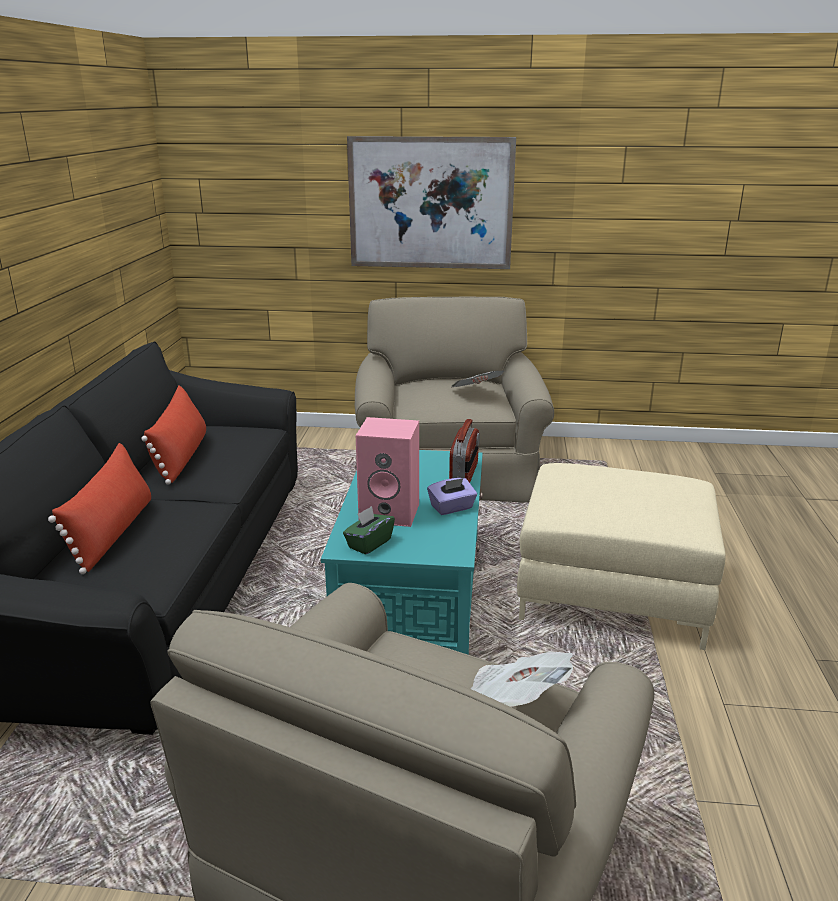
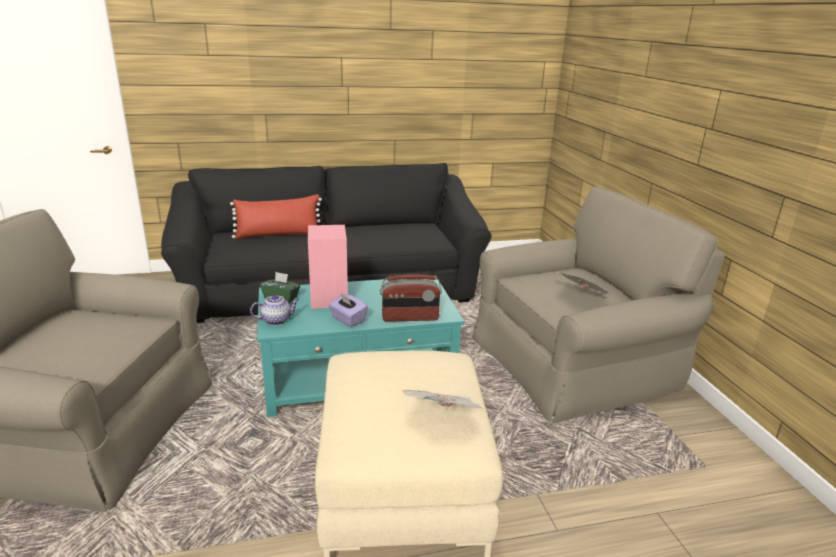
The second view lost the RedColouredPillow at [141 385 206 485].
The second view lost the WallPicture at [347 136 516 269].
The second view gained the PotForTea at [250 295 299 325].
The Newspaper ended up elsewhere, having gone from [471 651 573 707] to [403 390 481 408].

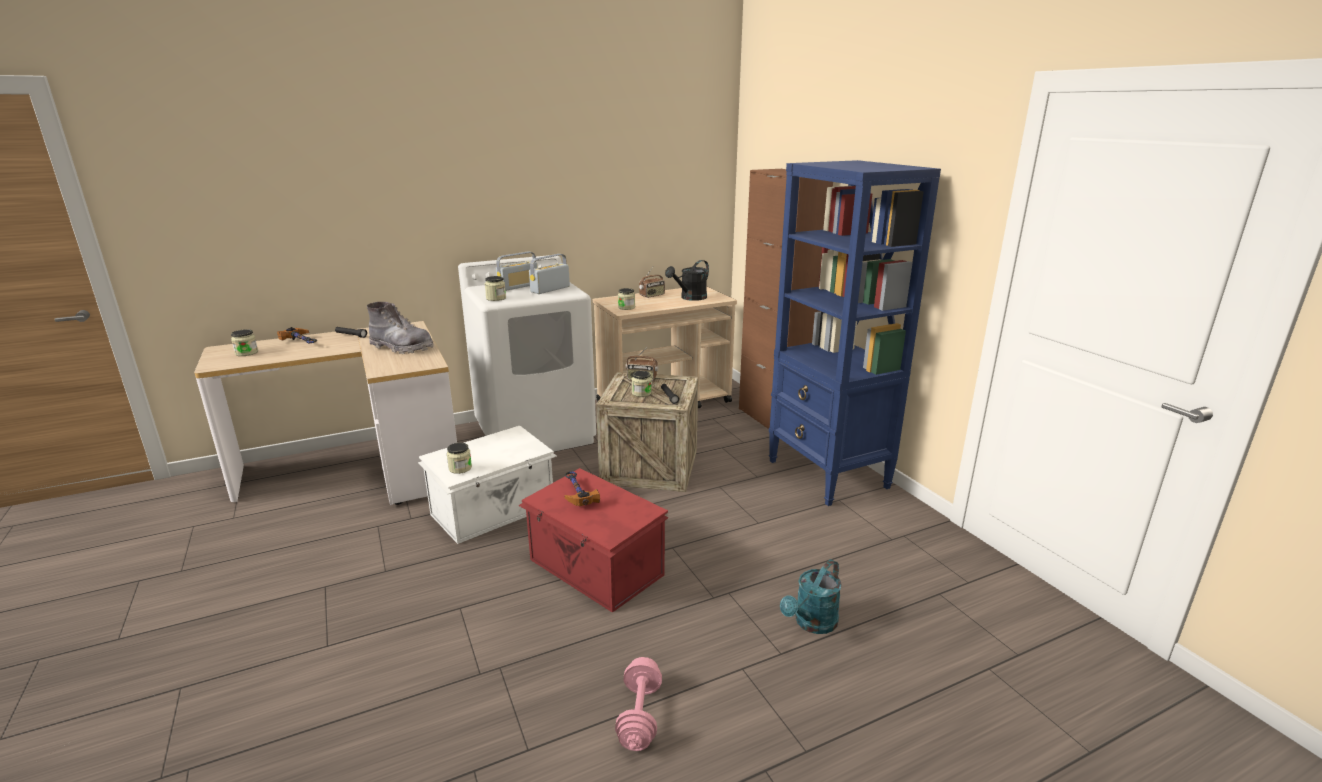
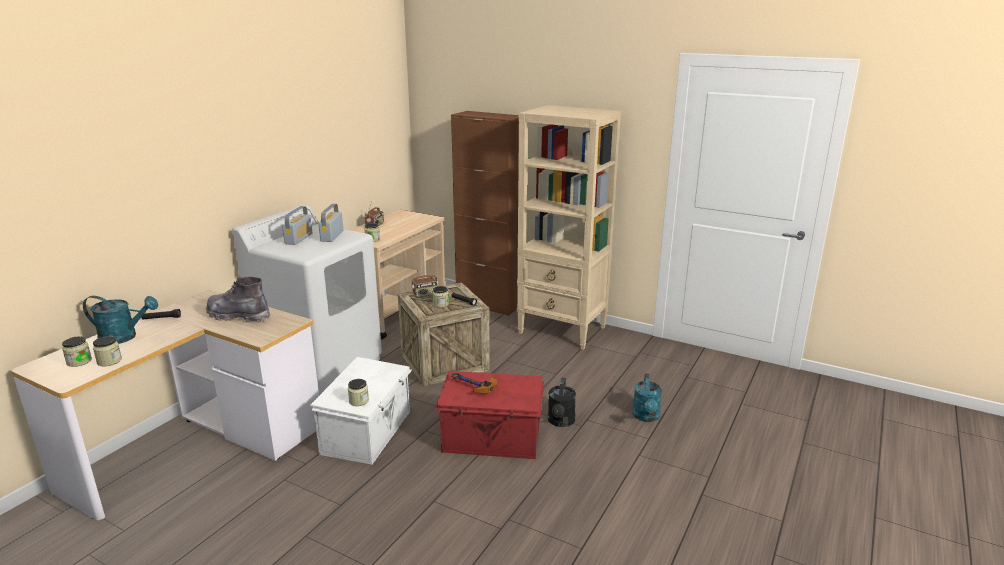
The second view lost the PinkHandWeight at [615 657 662 751].
The Jar ended up elsewhere, having gone from [485 276 506 301] to [93 336 122 367].
The BlackWateringPot ended up elsewhere, having gone from [665 260 709 301] to [548 378 576 427].
Where the HandHammer stood at [277 327 317 343], the TurquoiseWateringPot came to stand at [83 296 158 344].
What was the BlueBookcase at [769 160 941 506] turned into the BeigeColouredBookcase at [517 105 621 350].
The GrayHighTopBoot at [367 302 434 354] ended up facing another way, 150 degrees counterclockwise from before.

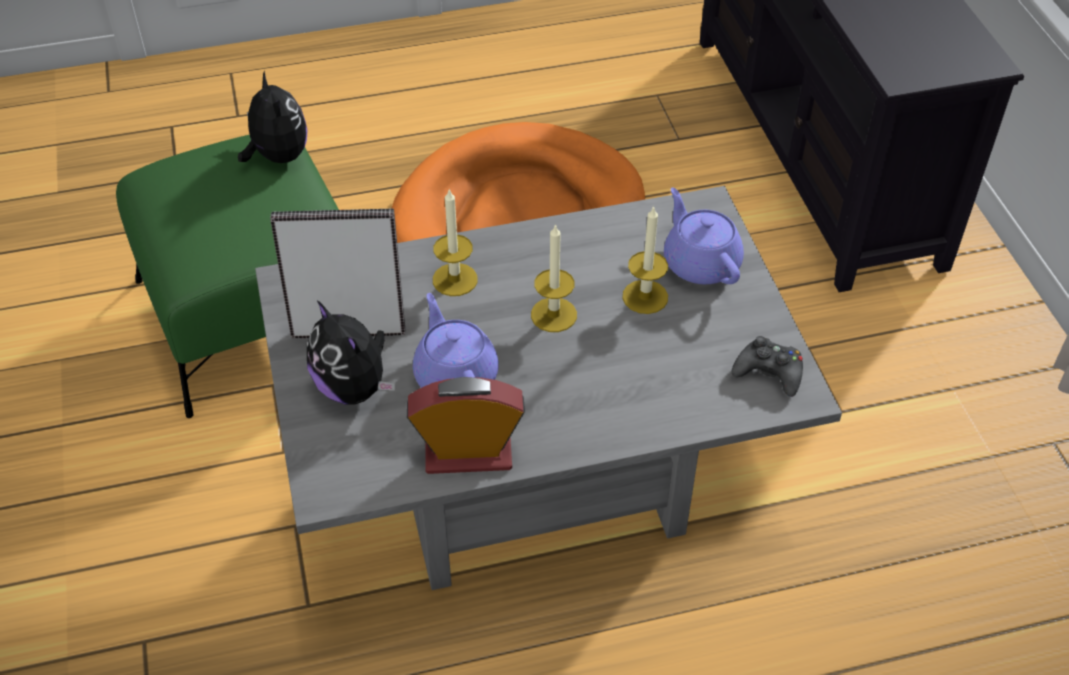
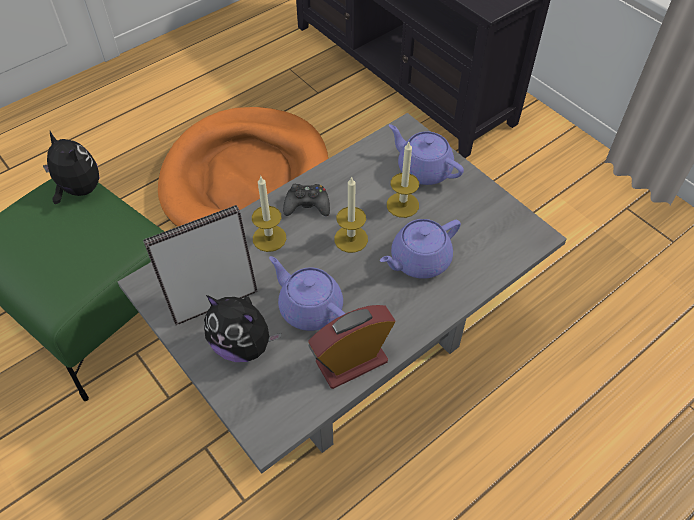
The second view gained the PurpleColouredPotForTea at [380 219 461 279].
The BlackGameController ended up elsewhere, having gone from [732 336 803 397] to [283 184 330 216].

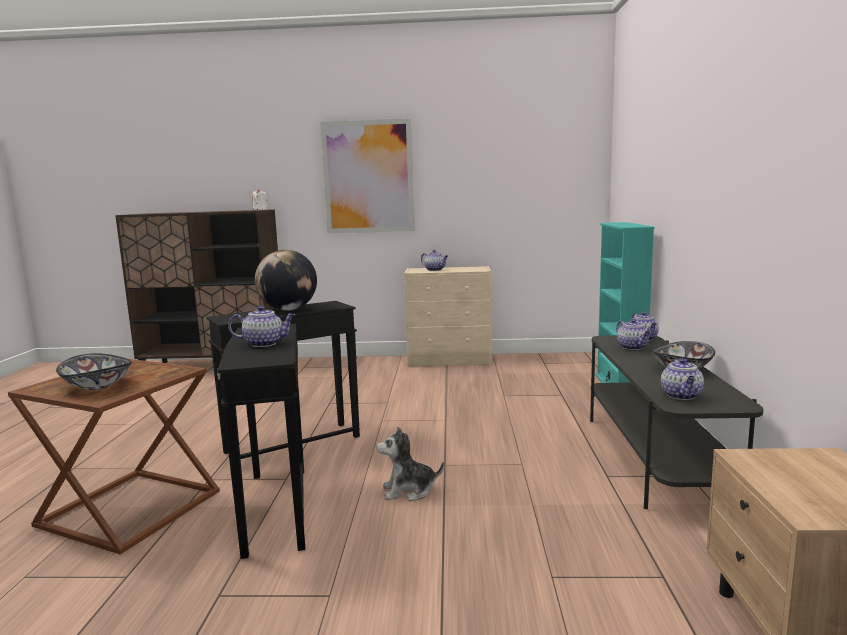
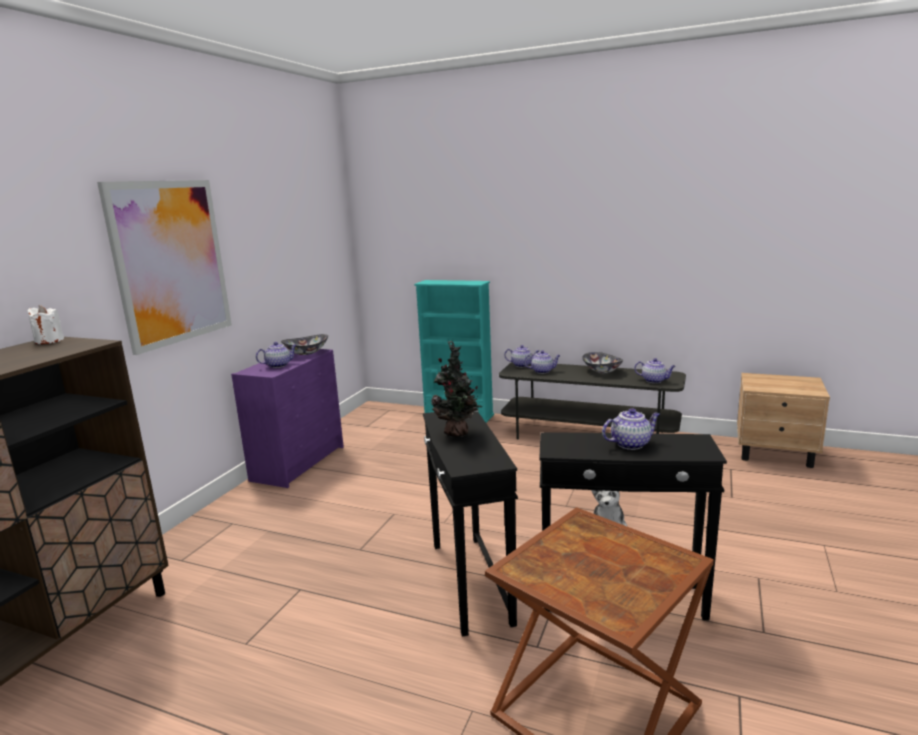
The ServingBowl ended up elsewhere, having gone from [56 353 132 390] to [281 334 328 355].
Where the DeskGlobe stood at [255 250 317 311], the Houseplant came to stand at [431 341 482 438].
What was the BeigeColouredDrawerChest at [404 266 492 367] turned into the PurpleColouredDrawerChest at [231 349 344 488].
The PotForTea at [228 306 295 347] ended up facing another way, 60 degrees clockwise from before.

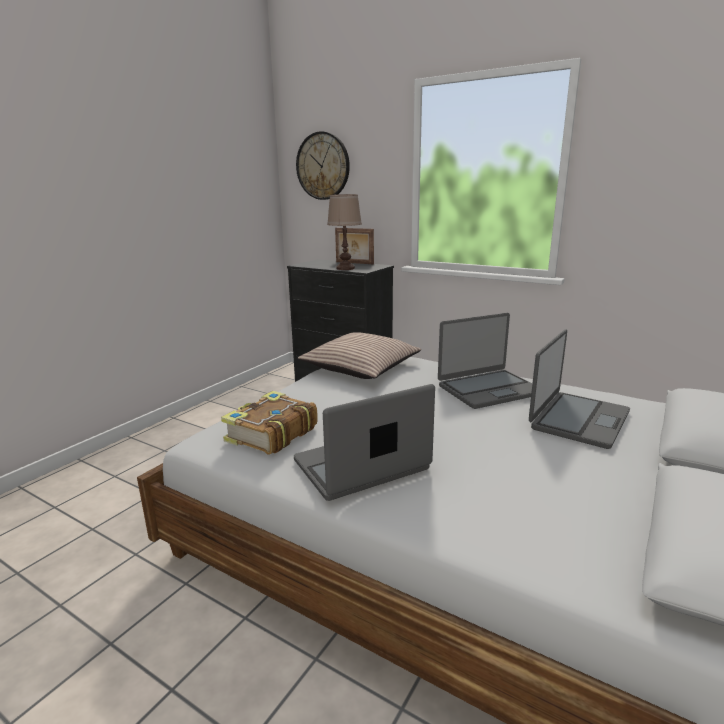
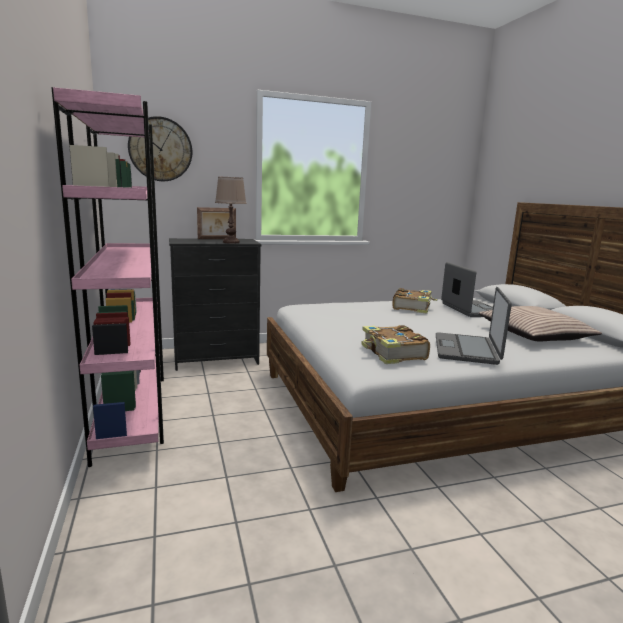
The second view gained the PinkBookcase at [52 87 164 467].
The Pillow ended up elsewhere, having gone from [298 332 421 379] to [478 306 602 341].
Where the NotebookComputer stood at [438 313 533 409], the BoundBook came to stand at [392 288 437 313].

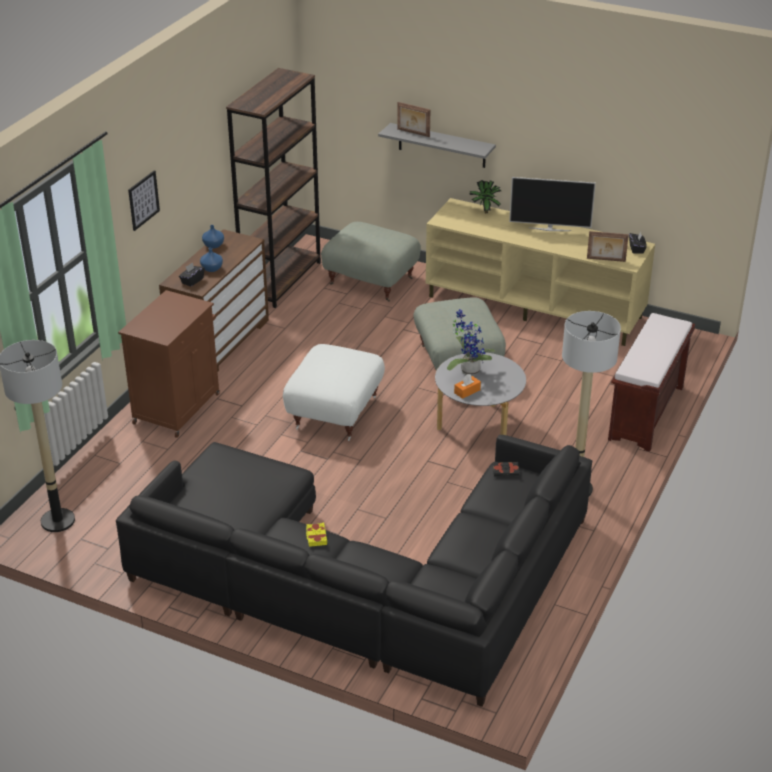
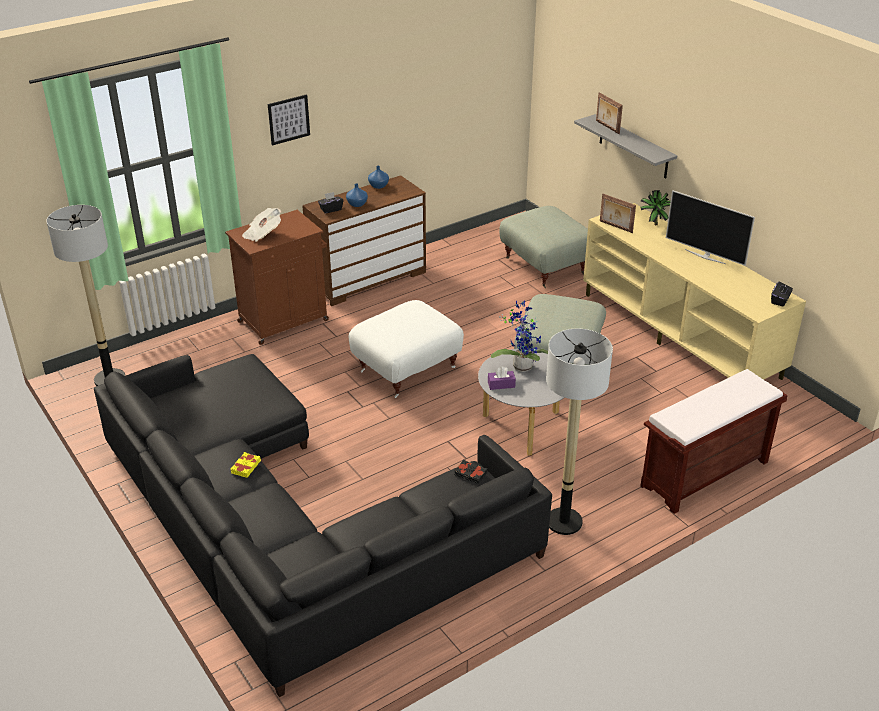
The second view lost the BrownBookcase at [226 68 321 308].
The second view gained the Newspaper at [242 208 281 242].
The PictureFrame ended up elsewhere, having gone from [587 231 629 262] to [600 194 636 233].
What was the OrangeyTissueBox at [454 374 481 399] turned into the PurpleColouredTissueBox at [488 366 516 390].

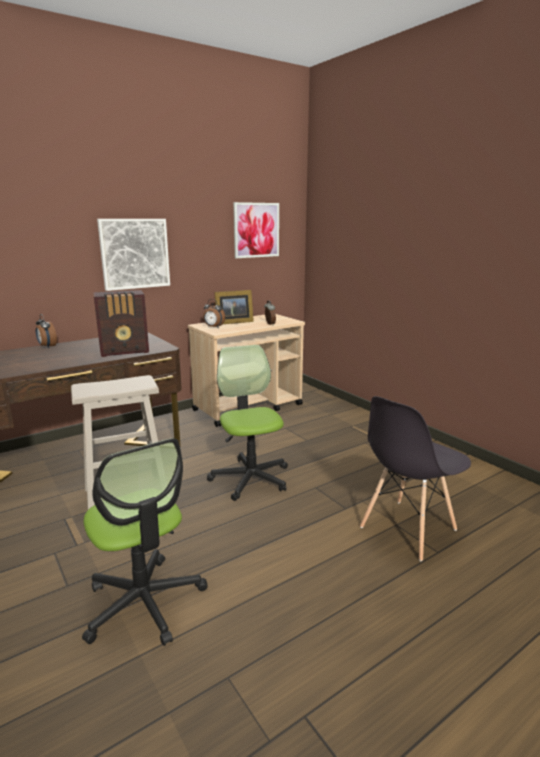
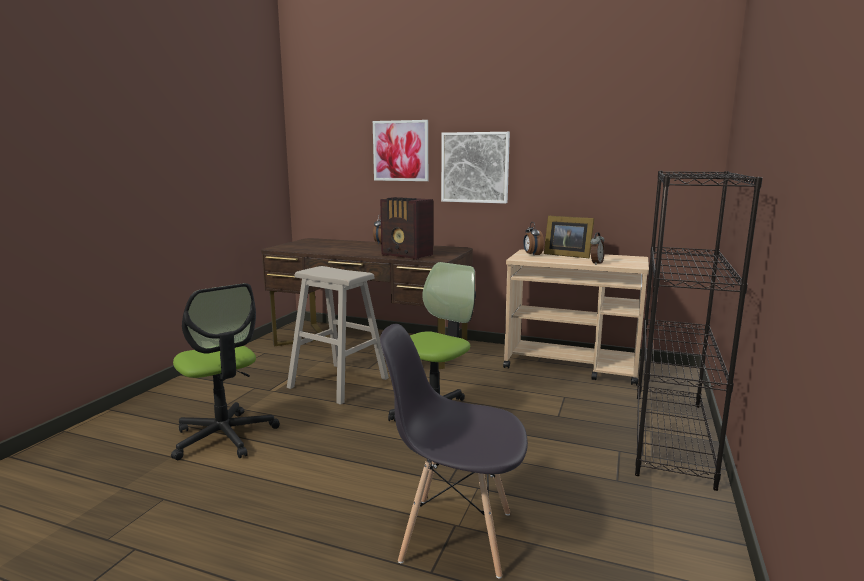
The second view gained the BlackBookcase at [635 171 762 491].
The WallPicture ended up elsewhere, having gone from [233 202 279 258] to [373 120 428 181].
The OfficeChair at [82 438 208 646] ended up facing another way, 60 degrees counterclockwise from before.

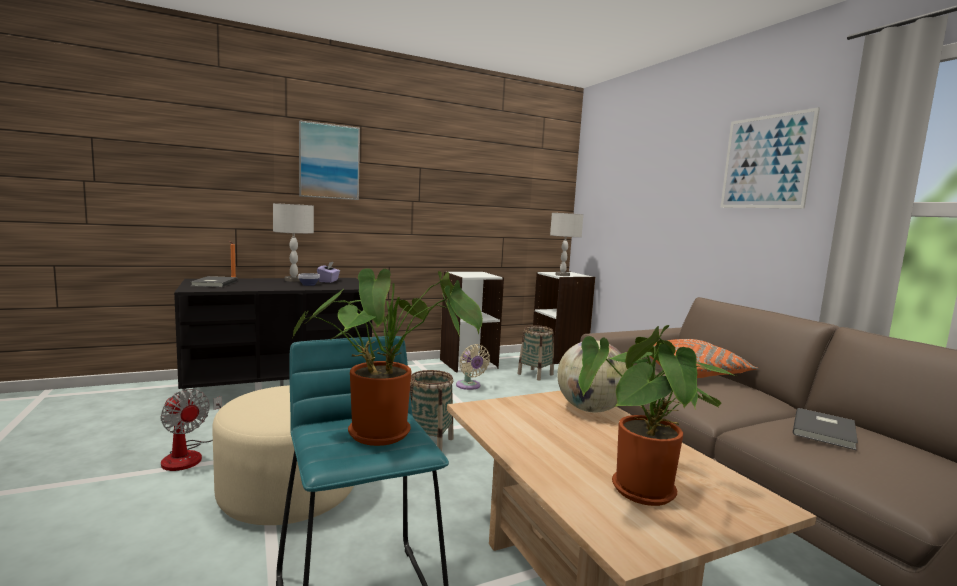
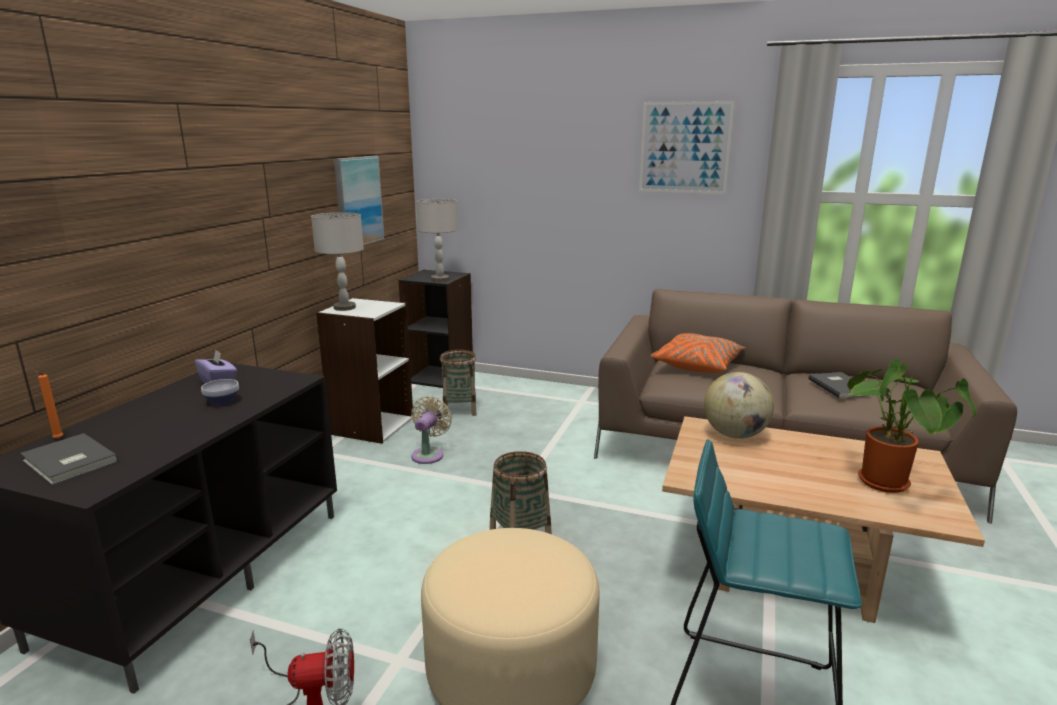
The second view lost the Houseplant at [293 268 483 446].
The GrayLampForATable ended up elsewhere, having gone from [273 203 314 282] to [311 212 364 311].
The WallPicture ended up elsewhere, having gone from [299 120 360 200] to [334 156 384 246].
What was the WhiteColouredBookcase at [533 272 595 364] turned into the BlackBookcase at [399 270 473 388].
The BeigeColouredCoolingFan at [456 344 490 390] ended up facing another way, 90 degrees counterclockwise from before.

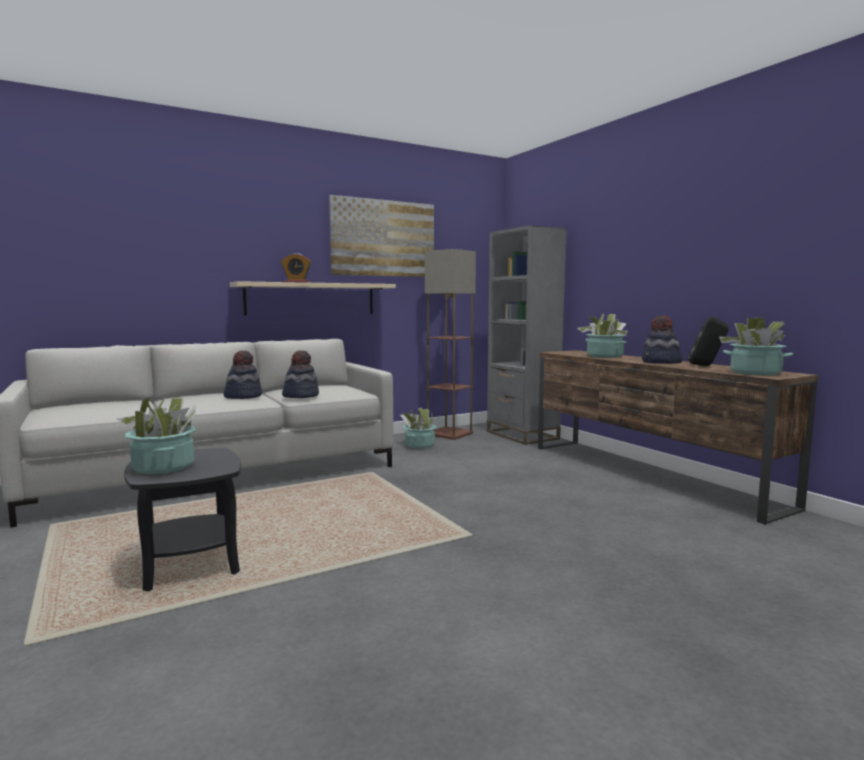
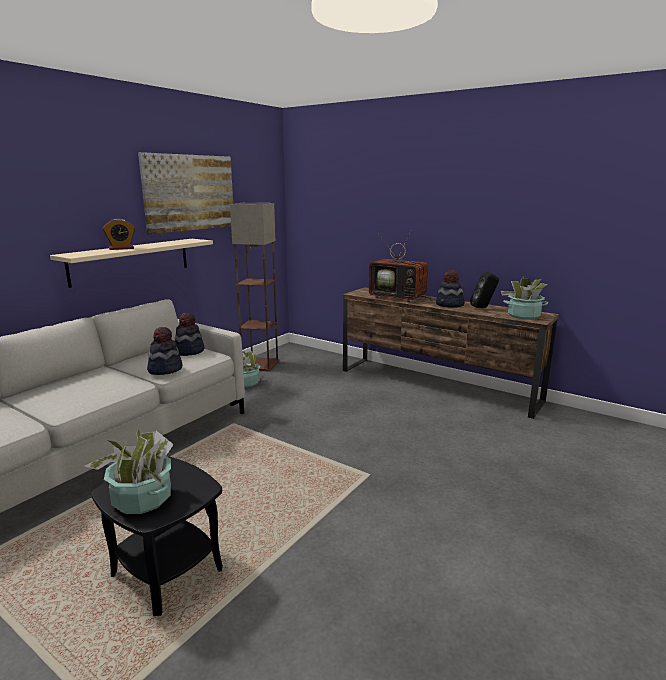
The second view lost the GrayBookcase at [487 225 567 445].
The Hat ended up elsewhere, having gone from [224 350 262 399] to [175 313 204 356].
Where the Houseplant stood at [577 314 628 358], the Tv came to stand at [369 231 433 302].

